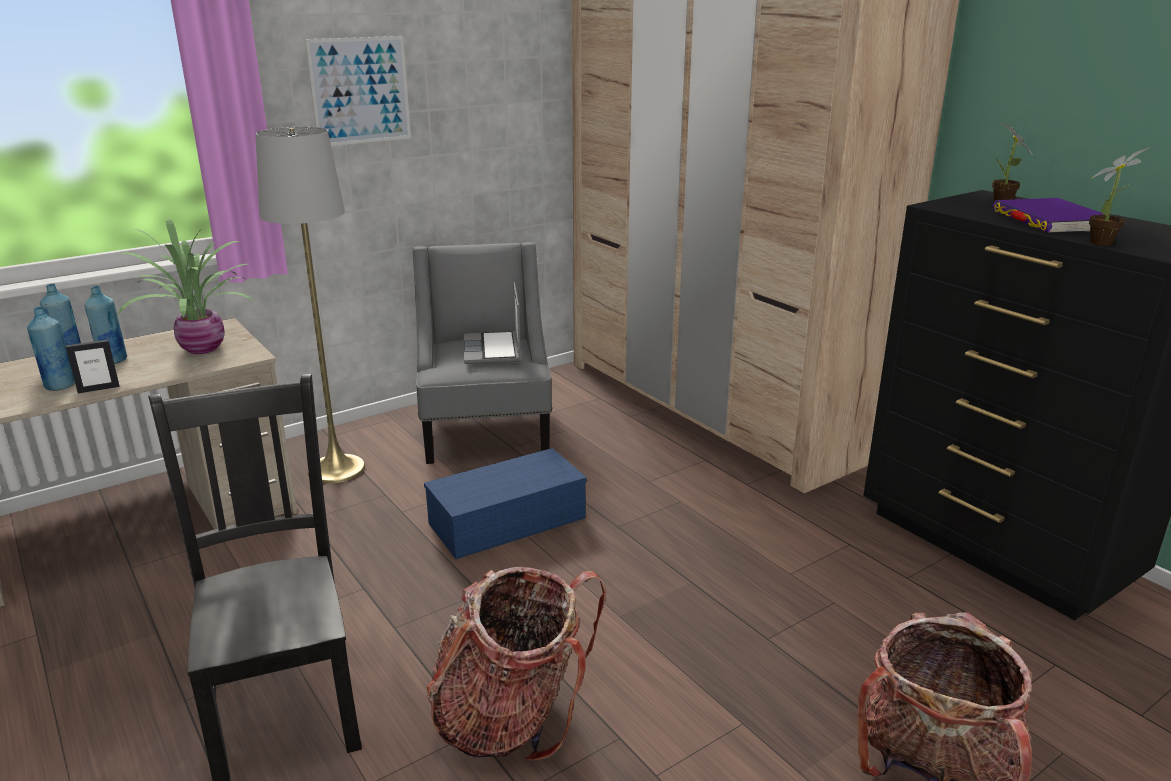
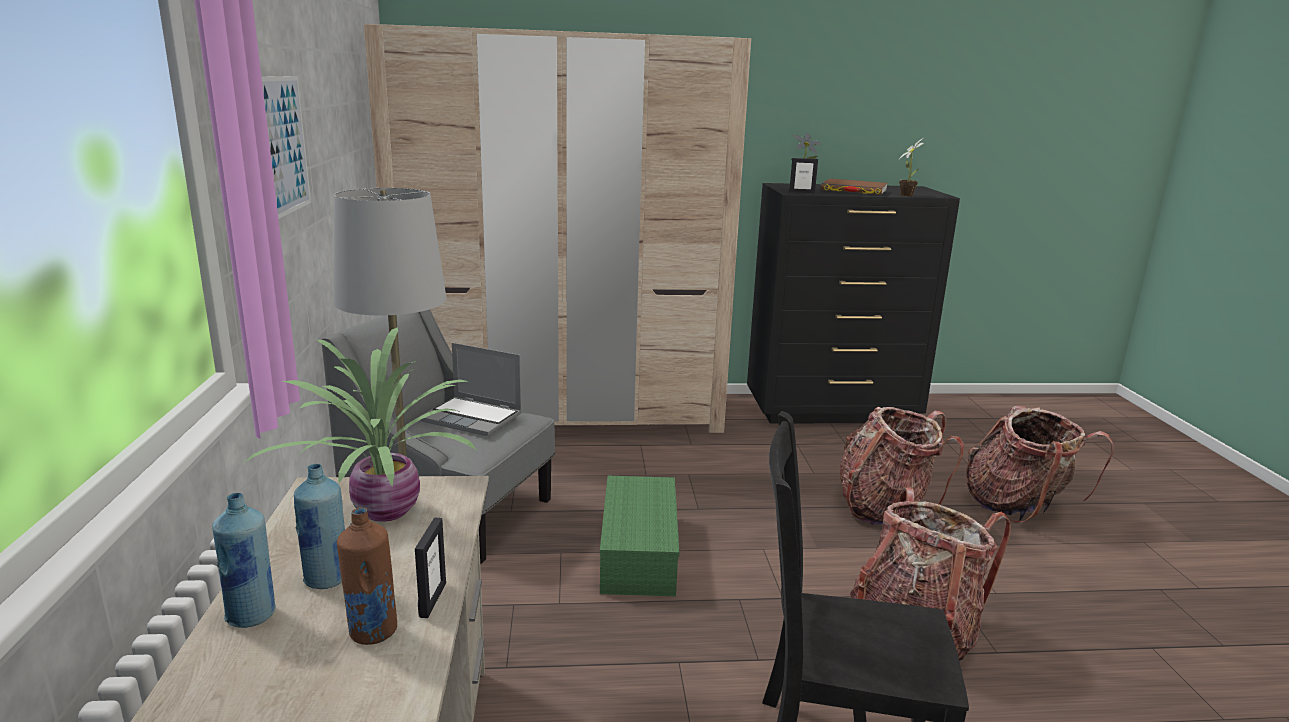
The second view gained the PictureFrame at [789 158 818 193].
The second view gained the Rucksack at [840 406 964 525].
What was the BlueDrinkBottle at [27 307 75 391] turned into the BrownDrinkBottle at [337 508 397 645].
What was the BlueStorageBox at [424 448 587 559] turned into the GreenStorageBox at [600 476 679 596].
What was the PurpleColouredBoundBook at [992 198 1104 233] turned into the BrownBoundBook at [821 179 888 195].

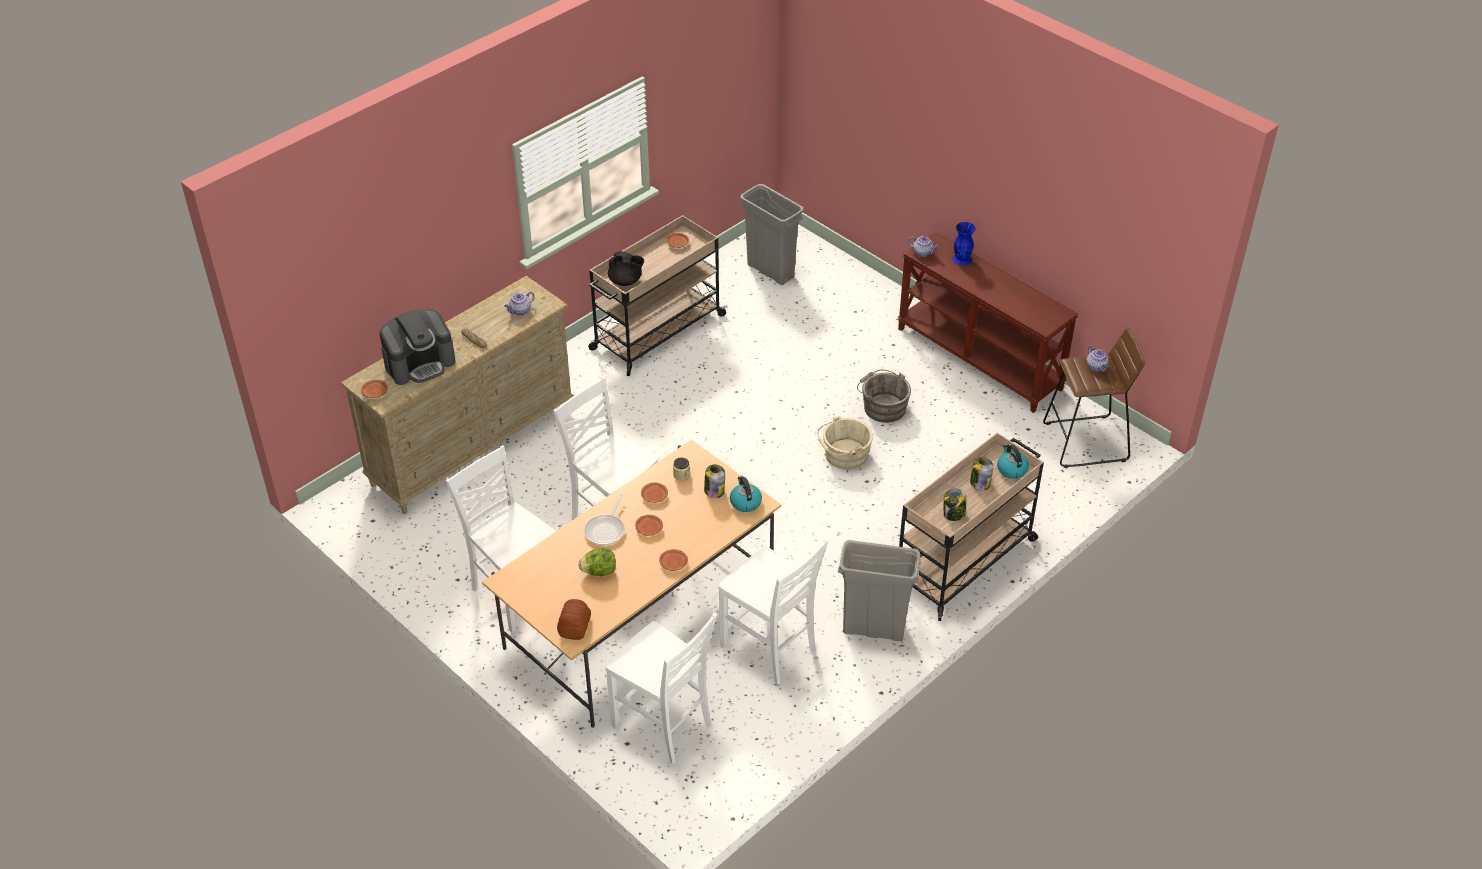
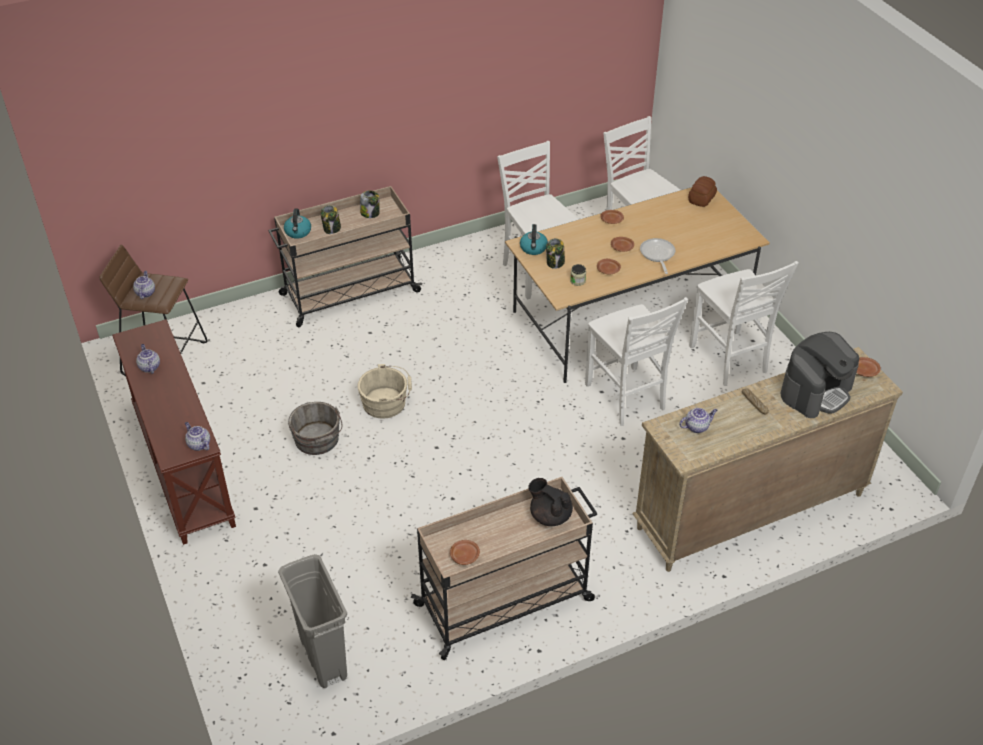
The second view lost the HeadOfLettuce at [578 548 616 576].
The second view lost the GrayRubbishBin at [838 540 921 641].
The second view lost the BlueDecorativeVase at [952 222 976 266].
The second view gained the PotForTea at [136 344 160 374].
The CoffeeMaker at [380 309 456 385] ended up facing another way, 150 degrees clockwise from before.
The FryingPan at [584 493 625 545] ended up facing another way, 45 degrees counterclockwise from before.

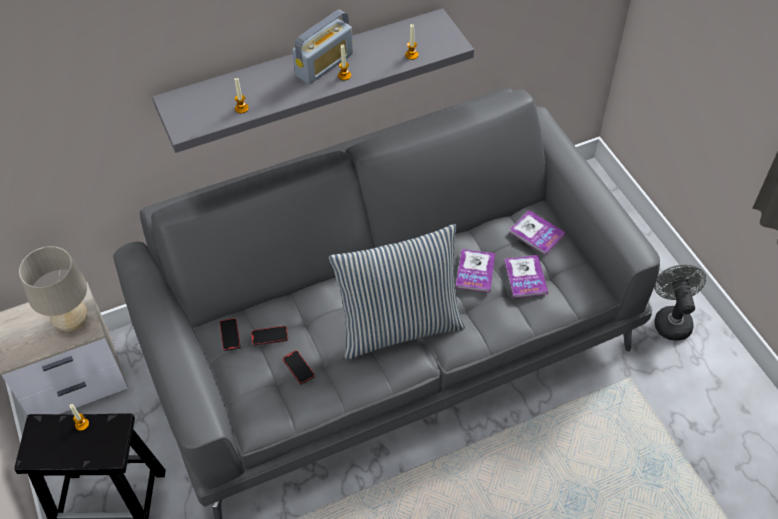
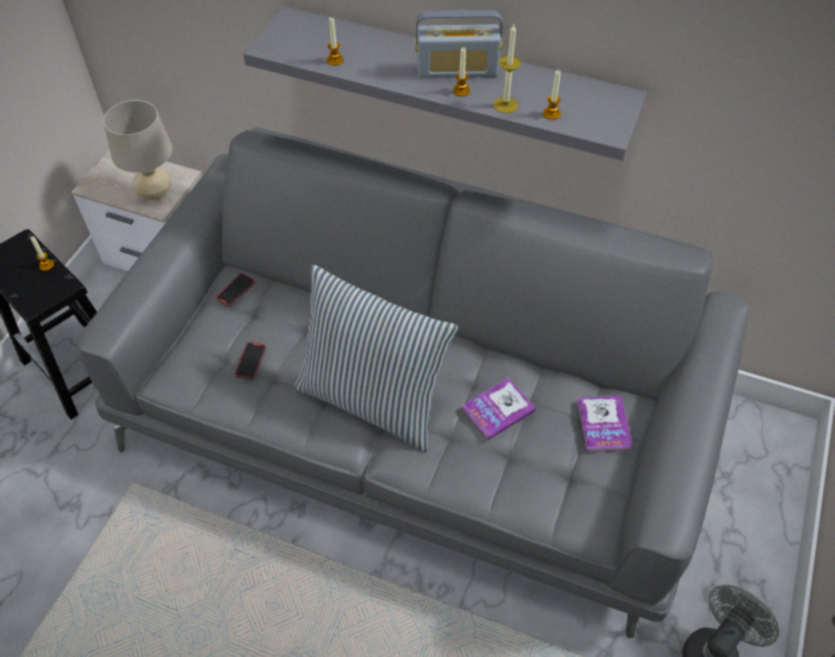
The second view lost the Telephone at [251 326 288 346].
The second view lost the BoundBook at [504 255 548 299].
The second view gained the WaxLight at [493 24 521 113].

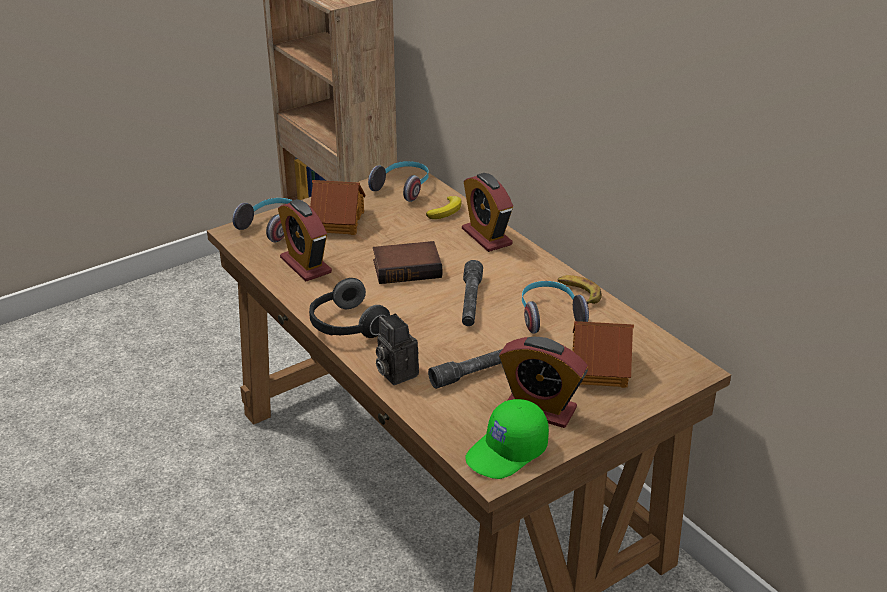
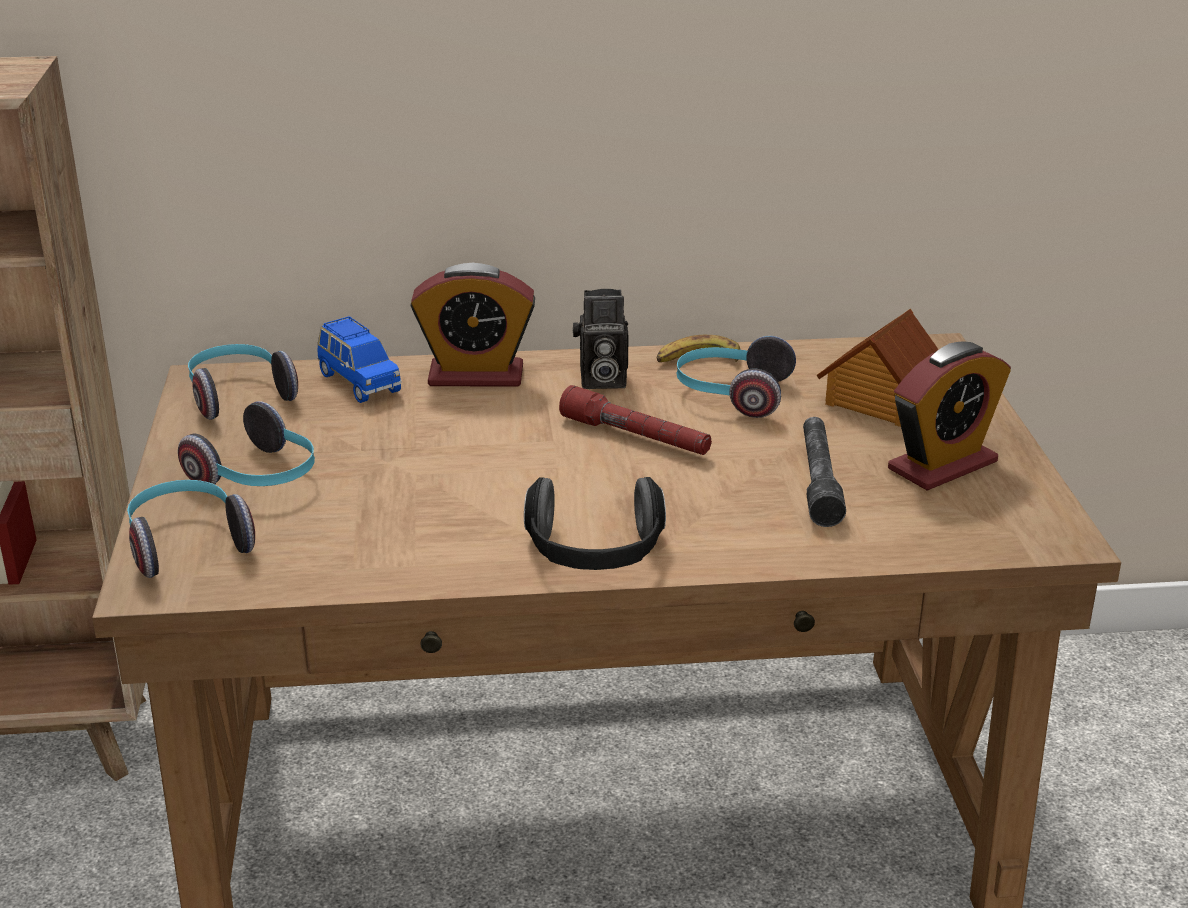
The second view lost the BedsideClock at [278 199 332 281].
The second view lost the BoundBook at [373 241 442 284].
The second view lost the GreenPeakedCap at [465 399 549 479].
The StillCamera ended up elsewhere, having gone from [376 314 419 385] to [572 289 629 389].
Where the ToyHouse stood at [310 180 365 235], the Headset came to stand at [178 401 315 486].
Where the BananaFruit stood at [426 196 462 219], the BlueMiniatureCar came to stand at [318 316 402 403].
What was the GrayTorch at [462 260 483 326] turned into the RedColouredTorch at [559 385 712 455].

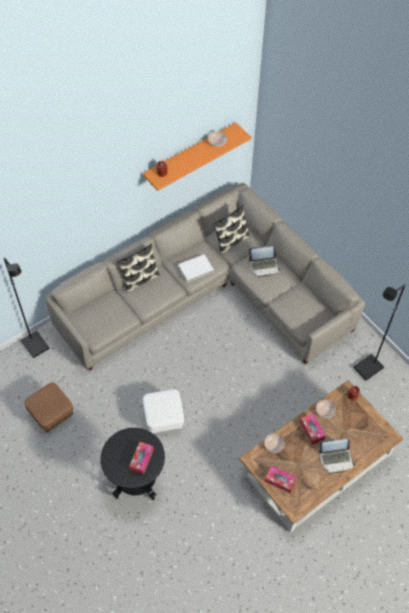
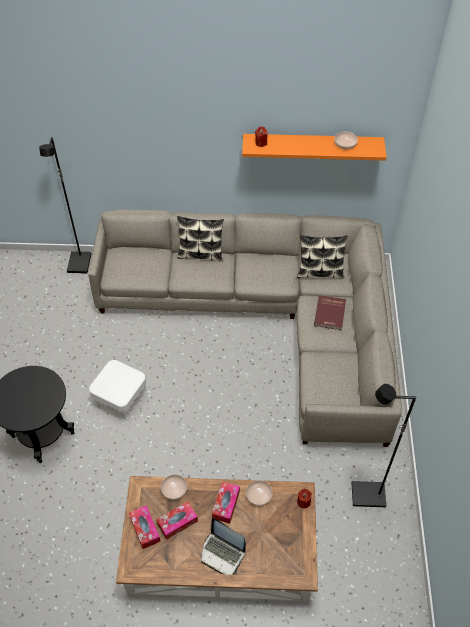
The second view lost the BrownOttoman at [25 383 73 432].
The second view lost the WhiteColouredBoundBook at [178 254 214 282].
The TissueBox ended up elsewhere, having gone from [129 442 154 475] to [157 502 198 540].
Where the NotebookComputer stood at [248 246 281 277], the RedColouredBoundBook came to stand at [314 295 346 330].

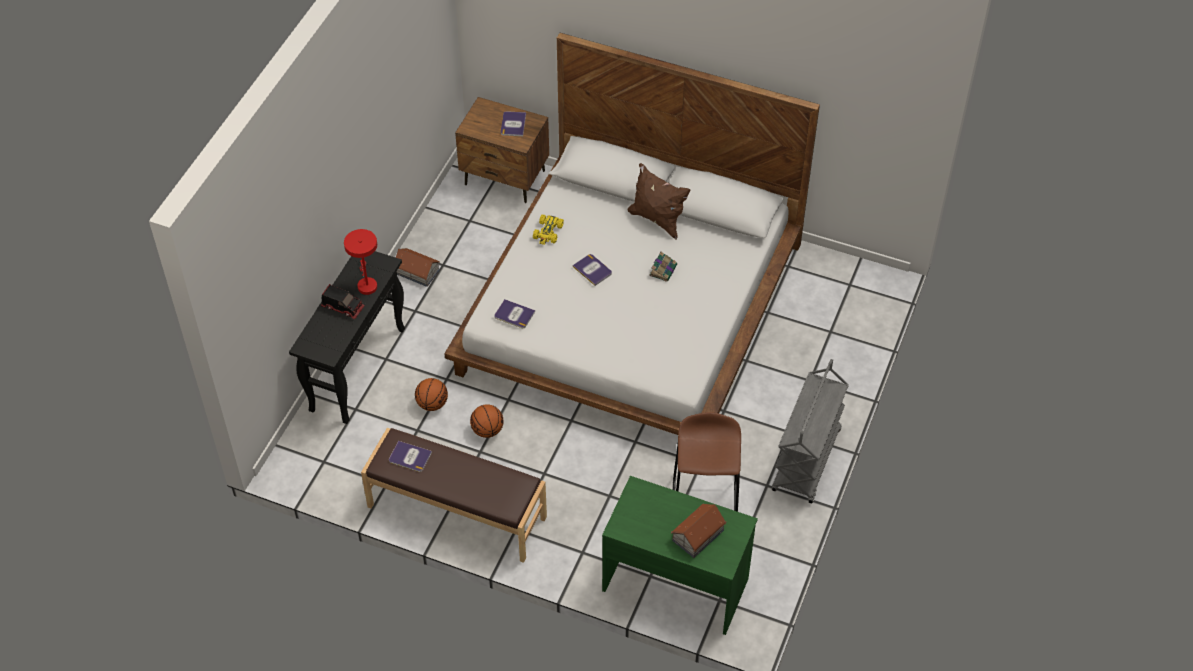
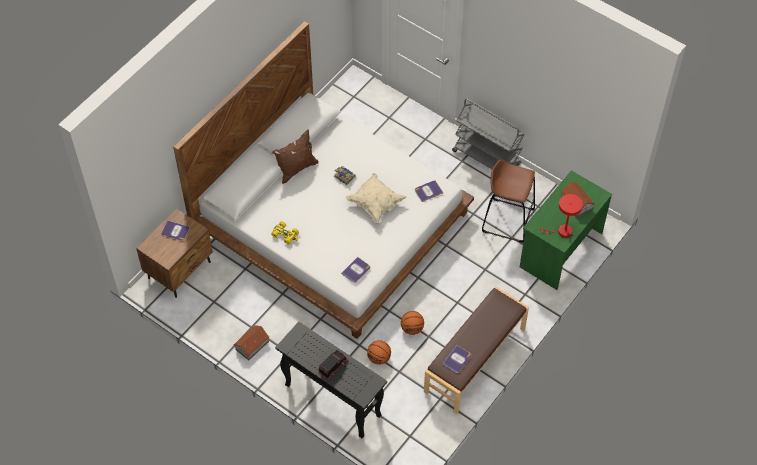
The second view gained the BeigeColouredPillow at [346 173 407 223].
The RedColouredLampForATable ended up elsewhere, having gone from [344 229 377 295] to [540 194 583 237].
The BoundBook ended up elsewhere, having gone from [573 254 612 286] to [415 180 443 202].

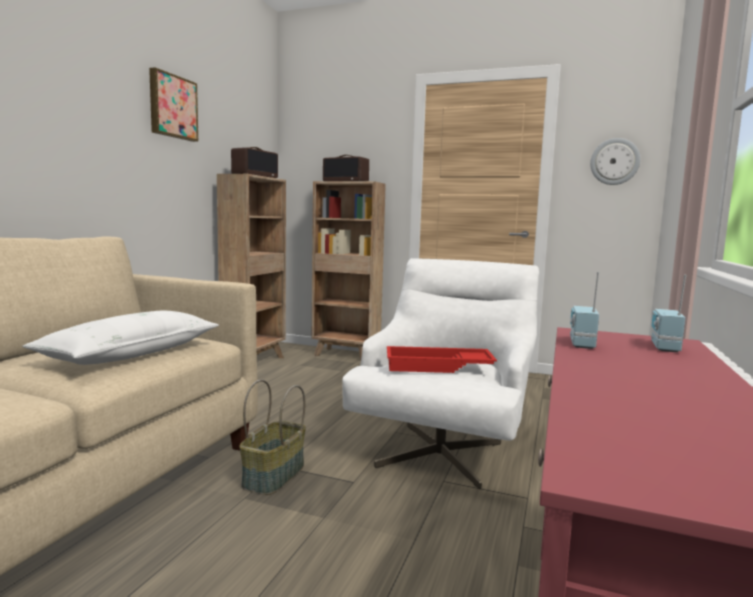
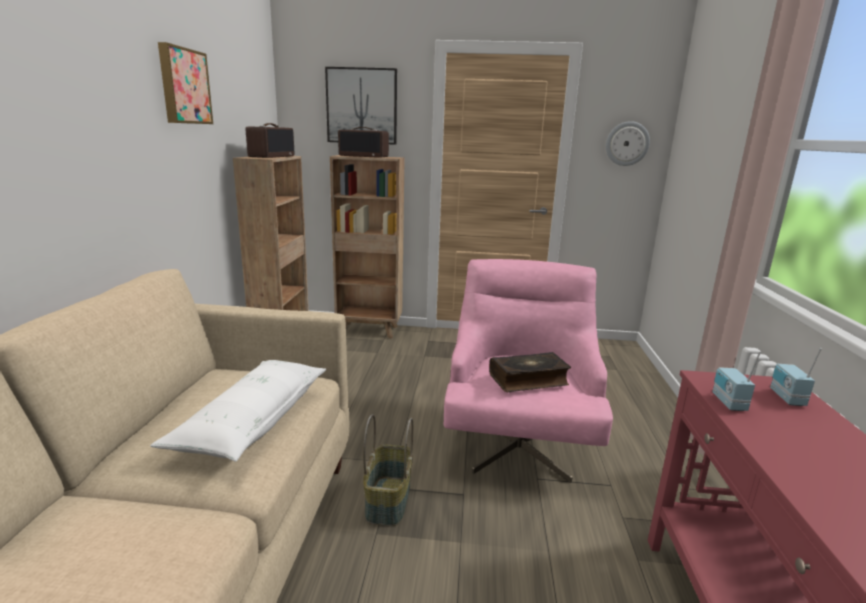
The second view gained the WallPicture at [325 67 397 145].
Where the RedColouredCarryingTray stood at [387 346 497 373], the BoundBook came to stand at [489 352 571 392].
What was the WhiteColouredEasyChair at [342 258 539 489] turned into the PinkEasyChair at [443 259 613 483].

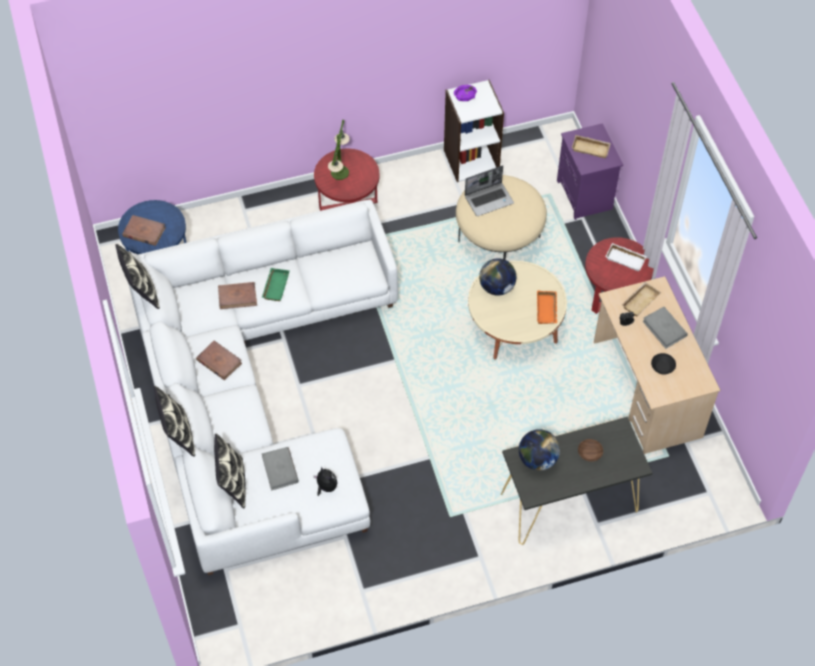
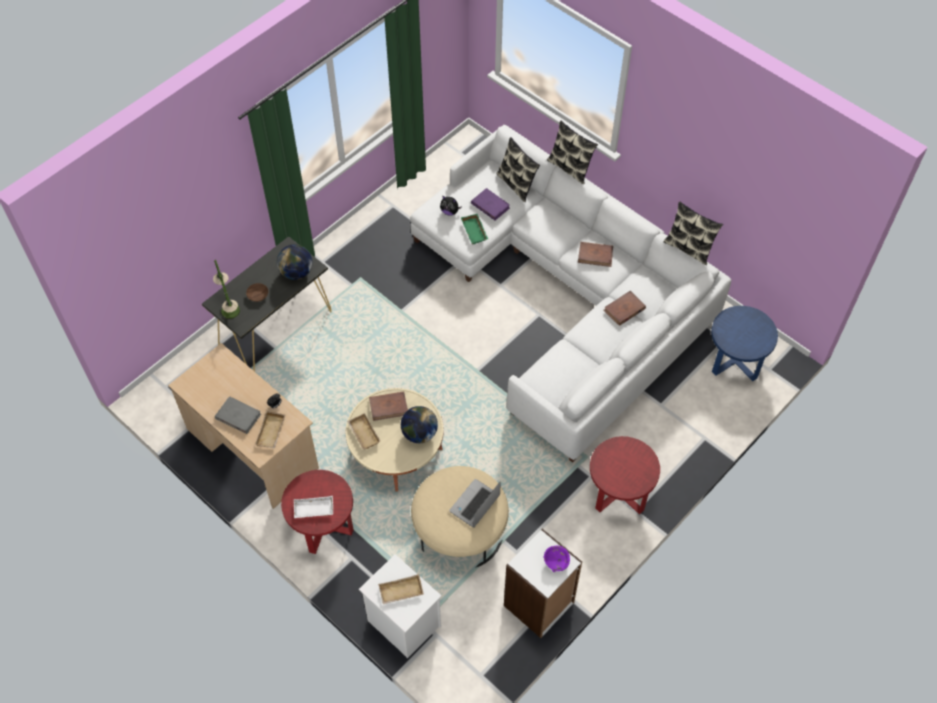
The second view lost the BlackServingBowl at [651 353 676 374].
The BrownBoundBook ended up elsewhere, having gone from [122 215 166 246] to [369 391 408 421].
The GreenCarryingTray ended up elsewhere, having gone from [262 268 290 301] to [461 214 488 245].
The LampForATable ended up elsewhere, having gone from [328 119 350 180] to [213 260 240 319].
What was the GrayBoundBook at [262 447 299 491] turned into the PurpleColouredBoundBook at [471 188 510 221].
What was the OrangeyCarryingTray at [537 291 557 324] turned into the BeigeColouredCarryingTray at [347 413 380 449].
What was the PurpleColouredBedsideTable at [557 123 623 220] turned into the WhiteColouredBedsideTable at [359 554 442 658].

